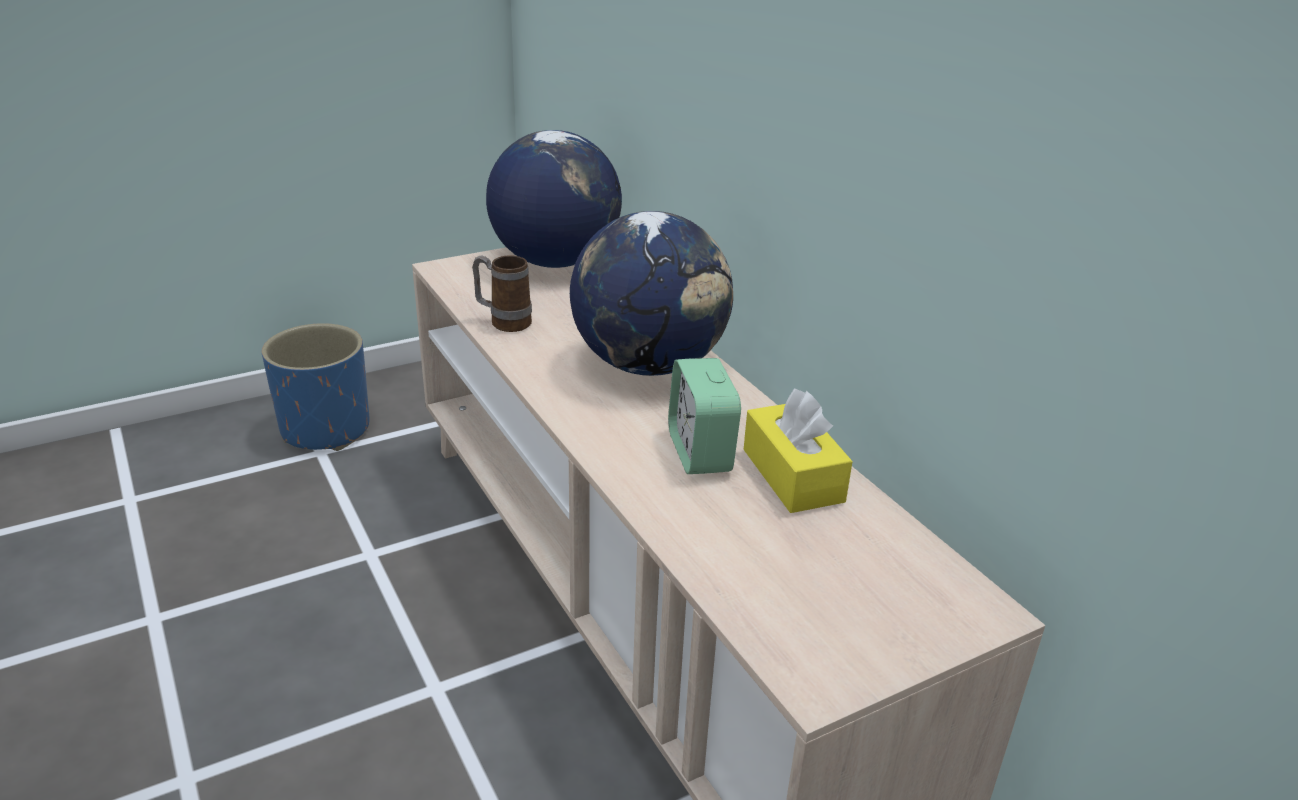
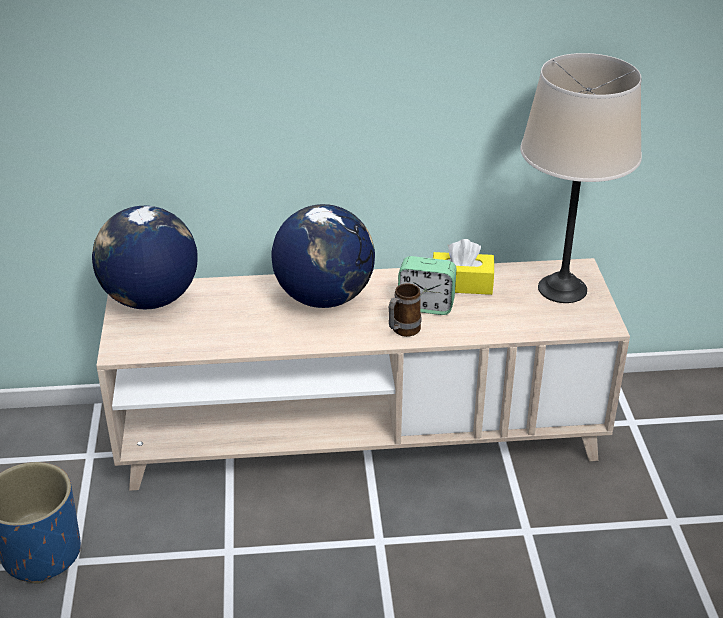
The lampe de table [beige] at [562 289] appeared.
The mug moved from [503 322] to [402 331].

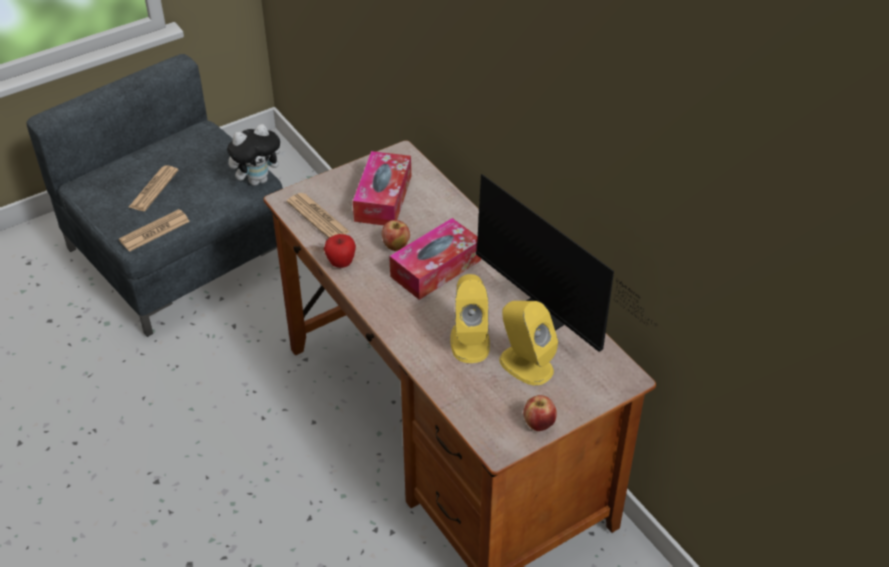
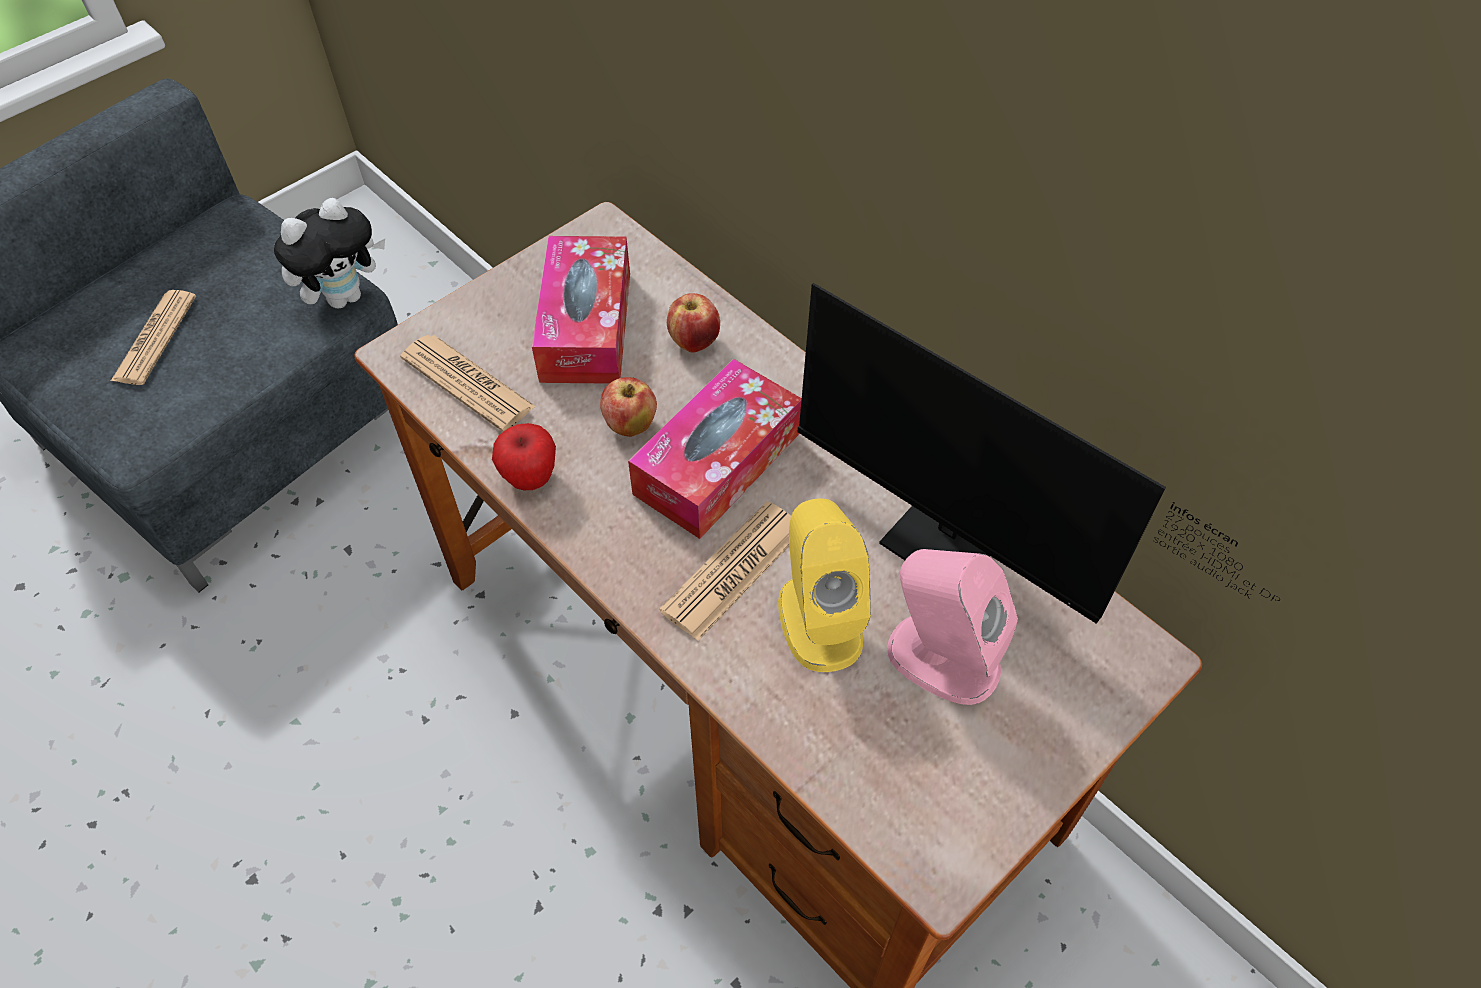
The journal moved from [154 231] to [733 570].
The pomme moved from [539 424] to [694 341].
The enceinte [jaune] at [525 364] became the enceinte [rose] at [942 657].

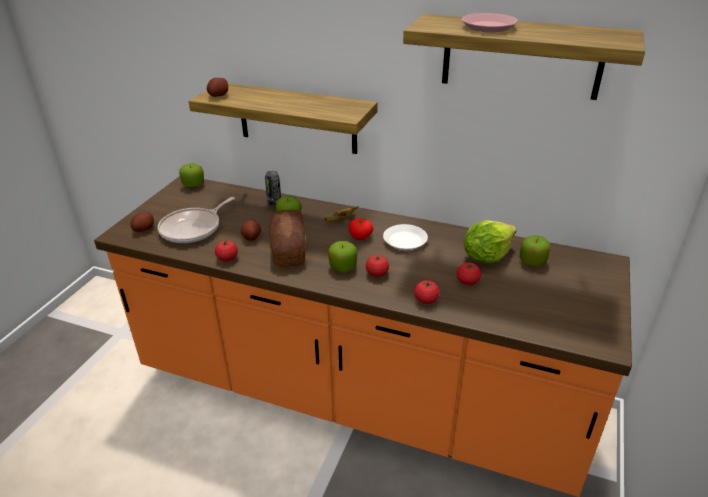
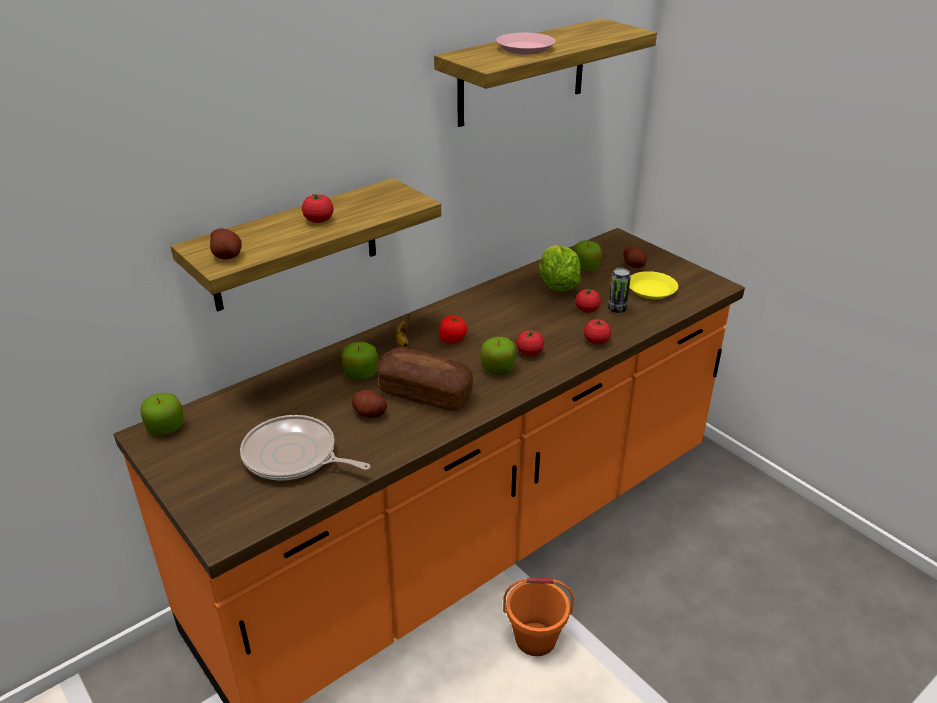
The assiette [blanc] at [405 241] disappeared.
The seau [orange] at [535 639] appeared.
The assiette [jaune] at [651 289] appeared.
The pomme de terre moved from [144 229] to [634 265].
The tomate moved from [227 258] to [319 220].
The boîte métallique moved from [274 203] to [617 309].
The poêle at [193 228] turned 135 degrees clockwise.

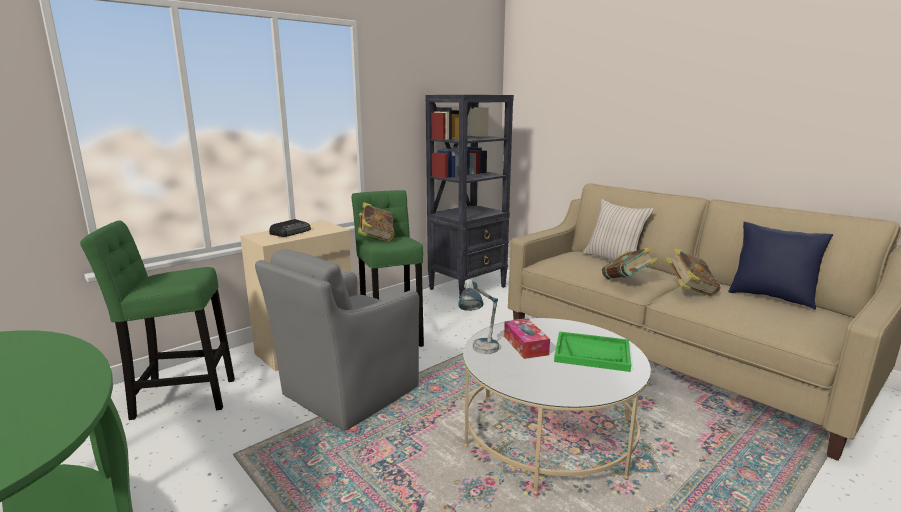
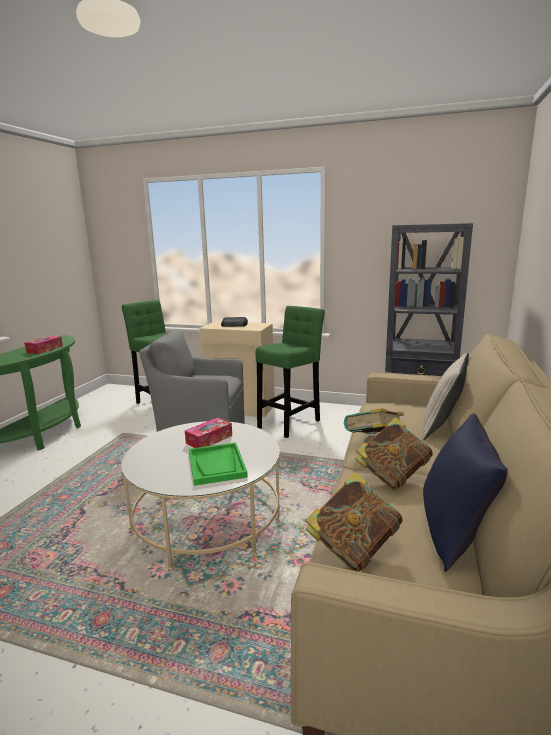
The lampe de table at [480 352] disappeared.
The boîte à mouchoirs at [45 349] appeared.
The livre moved from [376 238] to [353 548].

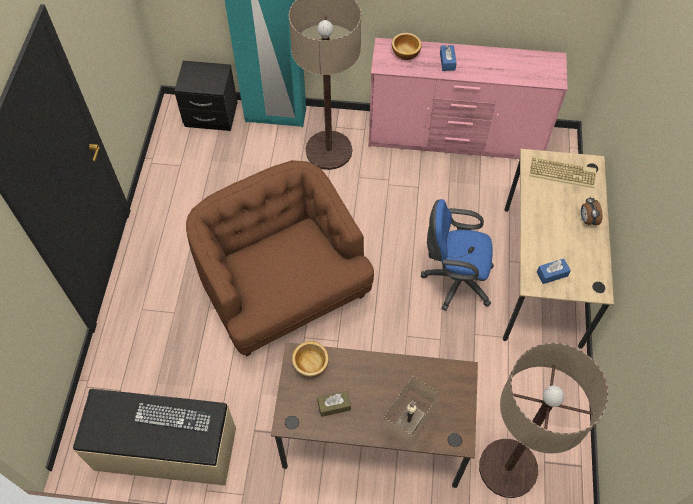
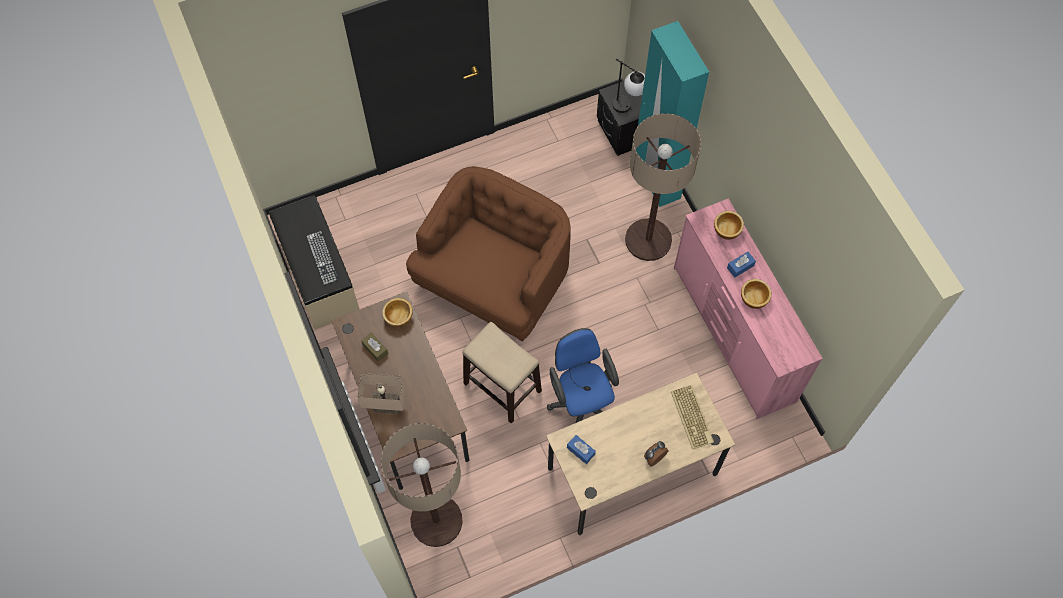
The tabouret at [503 387] appeared.
The lampe de table at [628 109] appeared.
The bol at [753 298] appeared.

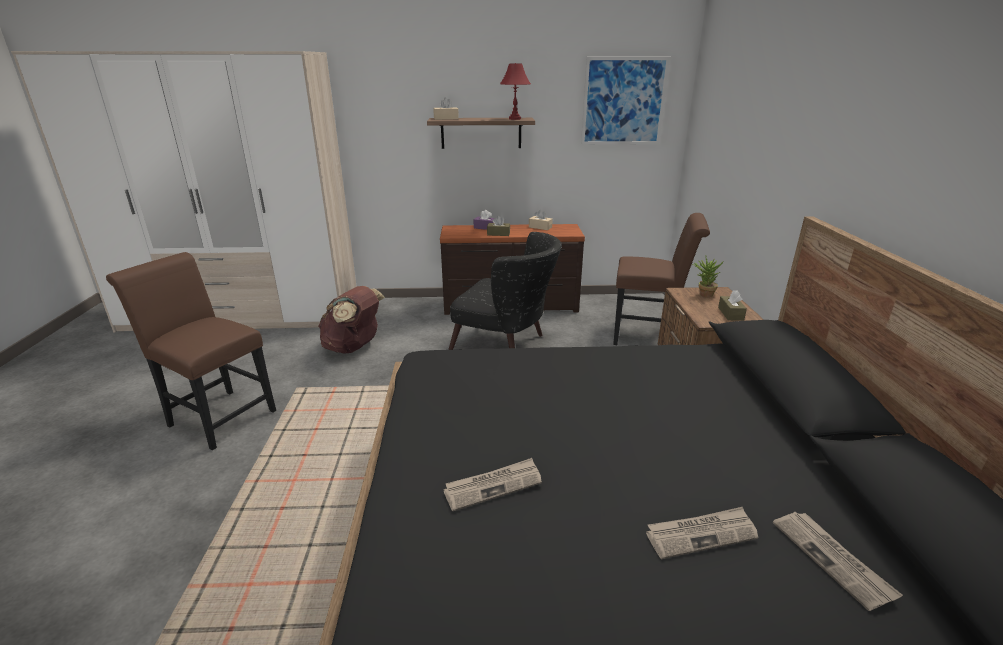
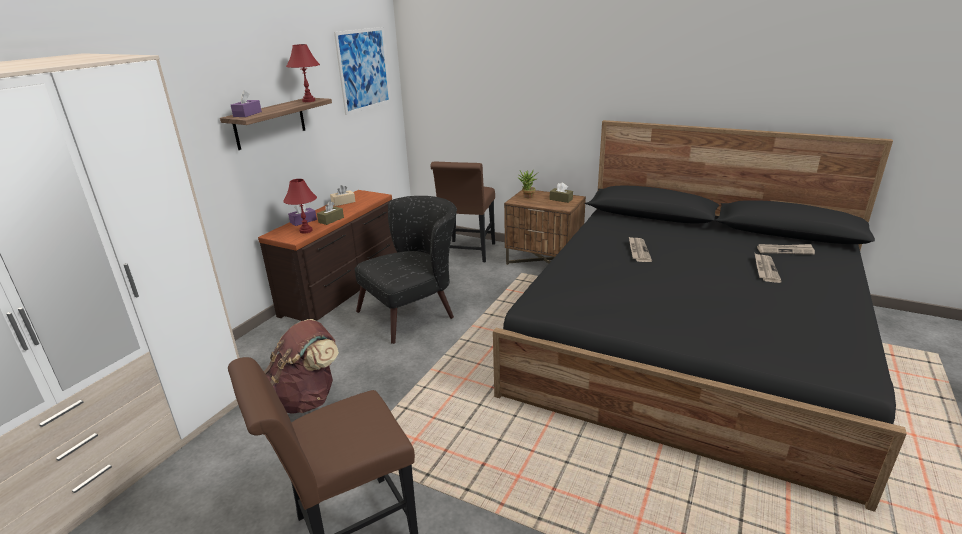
The lampe de table [rouge] at [306 230] appeared.
The journal moved from [493 486] to [638 251].
The boîte à mouchoirs [beige] at [446 118] became the boîte à mouchoirs [violet] at [247 114].
The chaise [marron] at [648 336] turned 150 degrees clockwise.

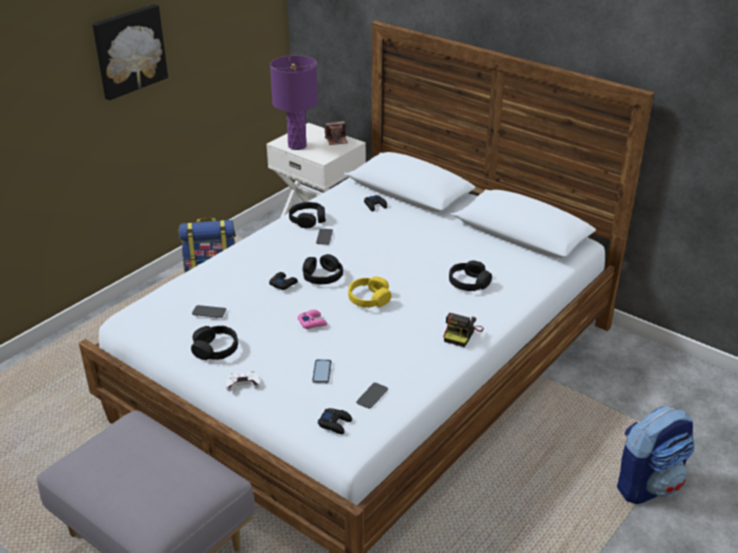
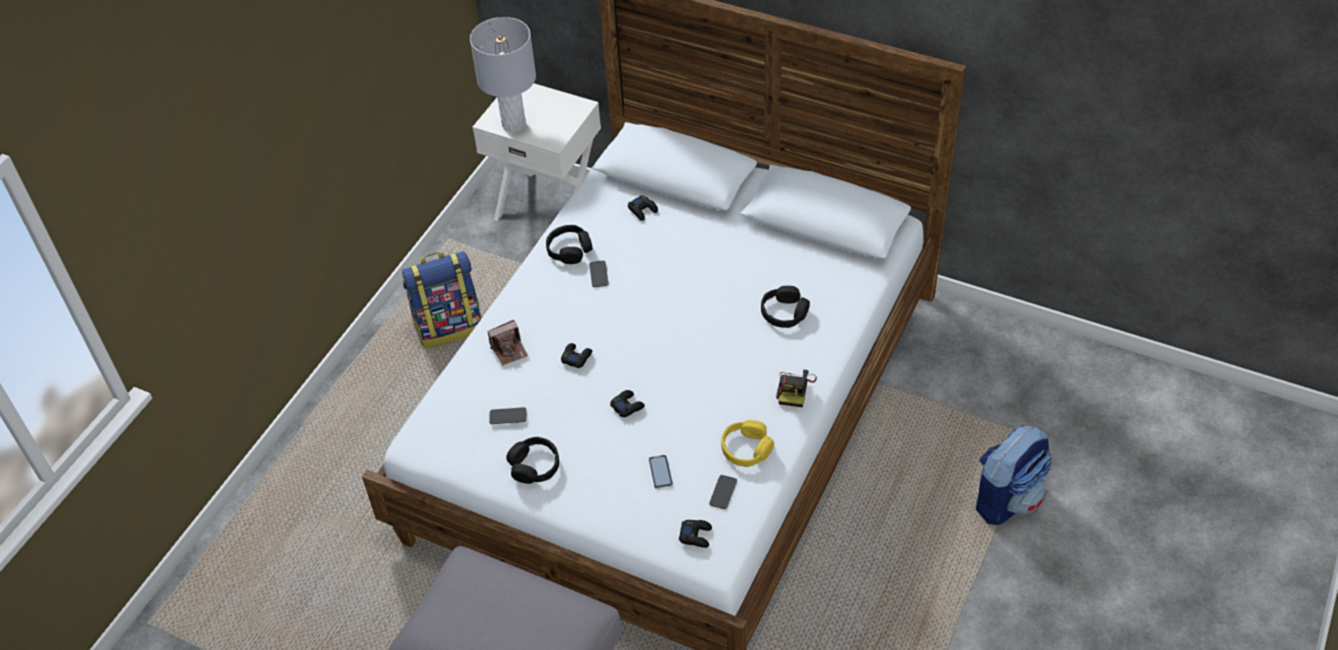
The tableau at [129 51] disappeared.
The manette [blanc] at [242 383] disappeared.
The casque audio [noir] at [322 276] disappeared.
The appareil photo moved from [336 140] to [509 350].
The casque audio [jaune] moved from [369 299] to [746 449].
The lampe de table [violet] at [297 146] became the lampe de table [gris] at [513 124].
The manette [rose] at [312 322] became the manette [noir] at [627 406].

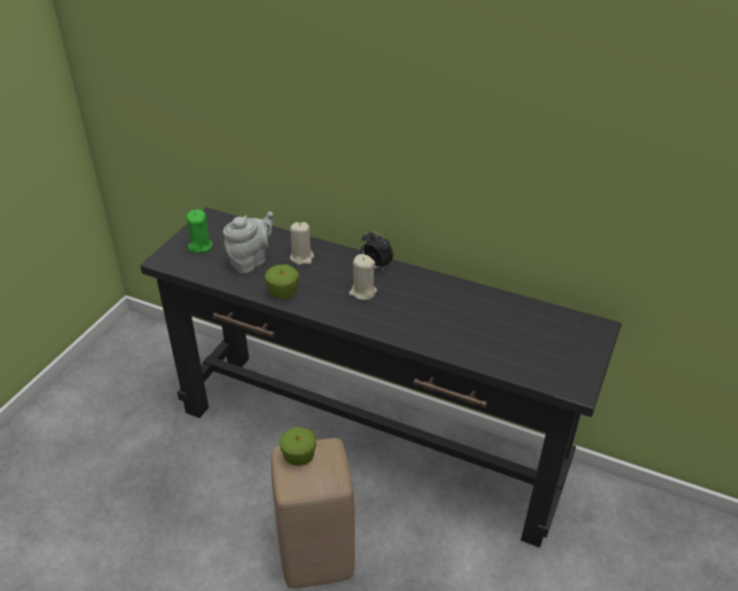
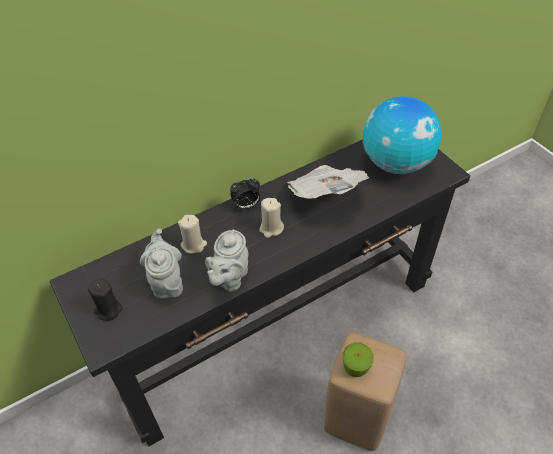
The journal at [325 195] appeared.
The globe at [396 164] appeared.
The pomme at [283 293] was replaced by the théière [gris] at [229 278].
The bougie [vert] at [200 246] became the bougie [noir] at [108 310].

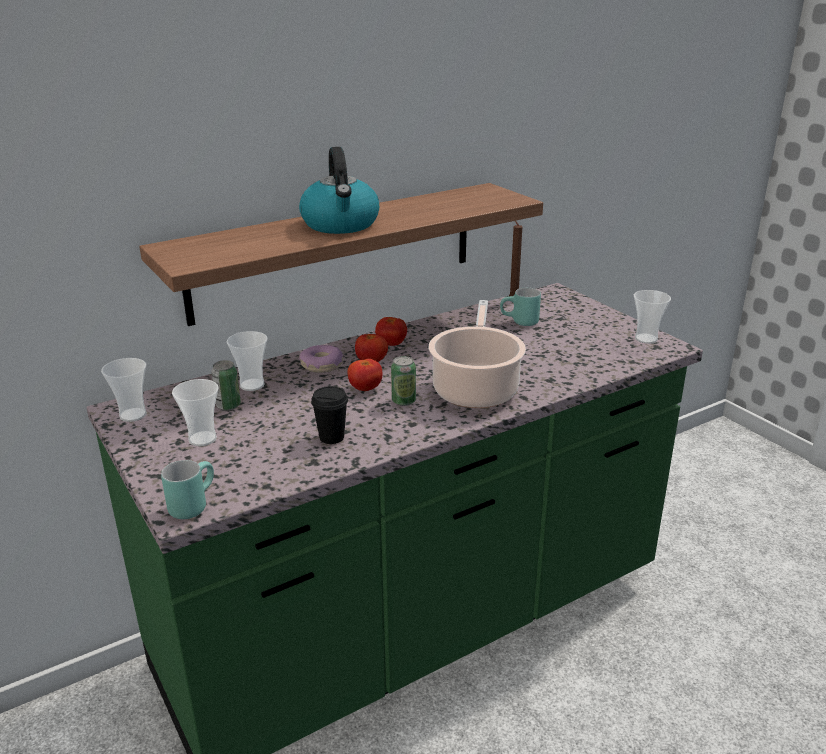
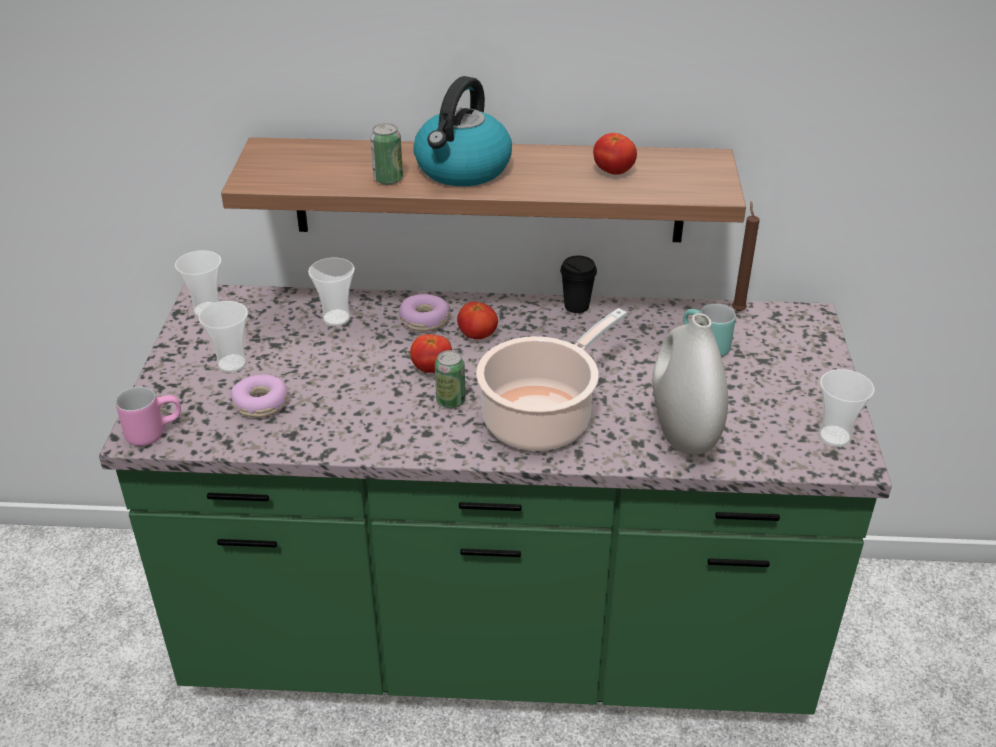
The beignet at [261 404] appeared.
The vase [blanc] at [683 433] appeared.
The boîte métallique moved from [228 406] to [388 179].
The tasse [noir] moved from [332 437] to [576 306].
The tomate moved from [391 344] to [613 171].
The mug [turquoise] at [192 504] became the mug [rose] at [154 431].

